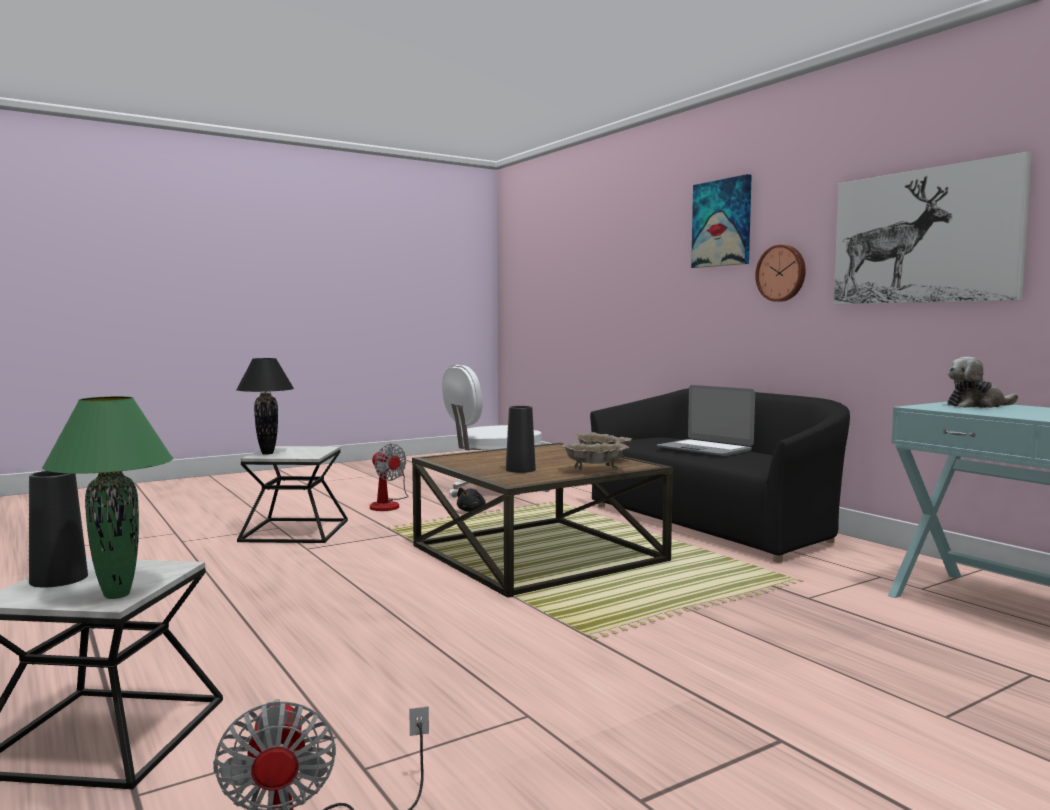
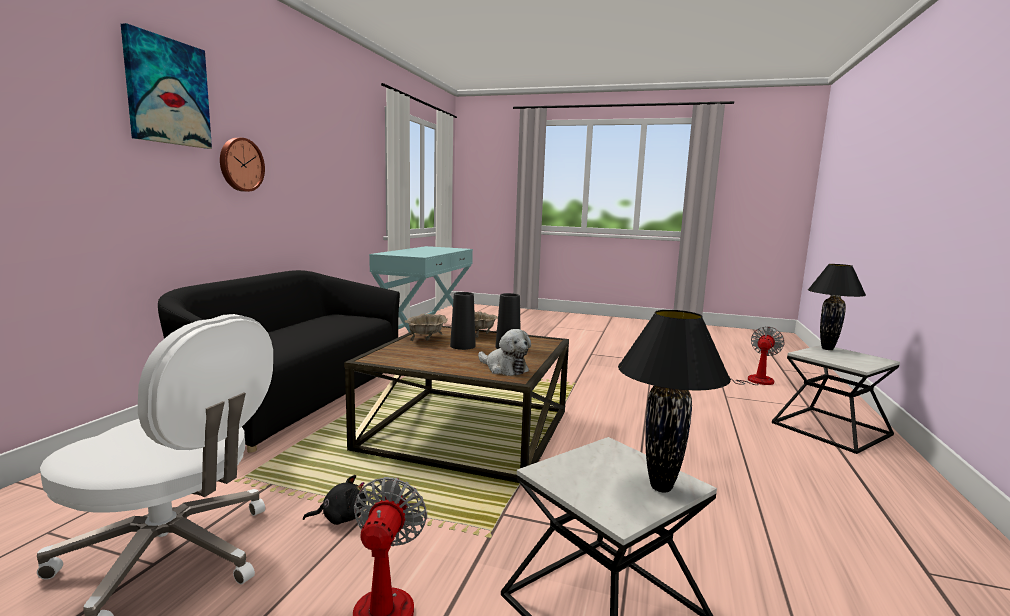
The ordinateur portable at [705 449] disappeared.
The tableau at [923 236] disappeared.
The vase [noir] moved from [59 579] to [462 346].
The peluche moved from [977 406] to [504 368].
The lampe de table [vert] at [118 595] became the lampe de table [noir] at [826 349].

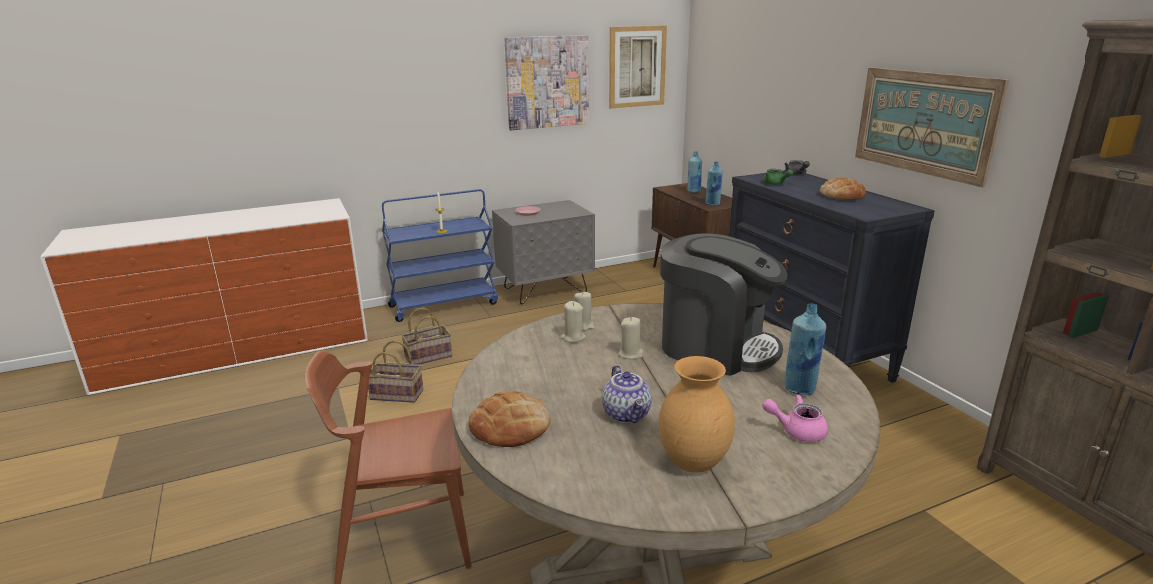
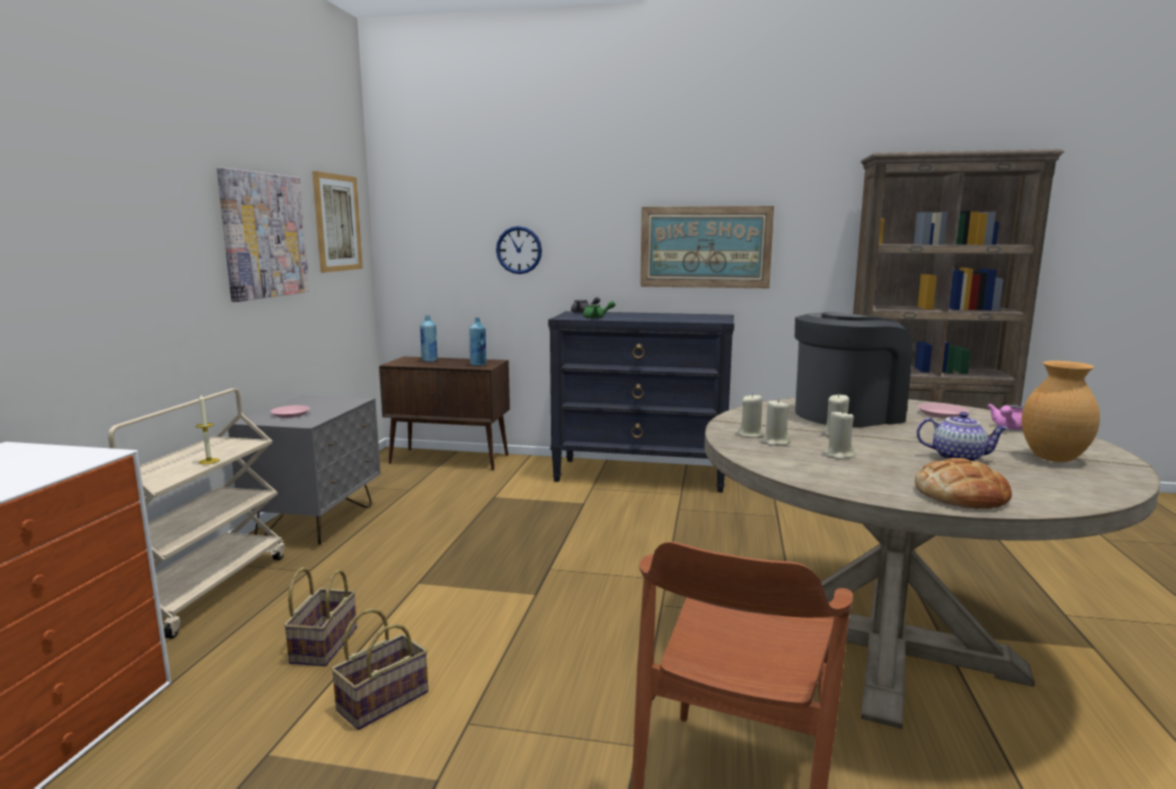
The pain at [842 195] disappeared.
The horloge murale at [519 250] appeared.
The bougie [beige] at [839 455] appeared.
The bouteille [bleu] at [800 389] was replaced by the assiette [rose] at [942 414].
The chariot [bleu] at [444 304] became the chariot [beige] at [203 589].

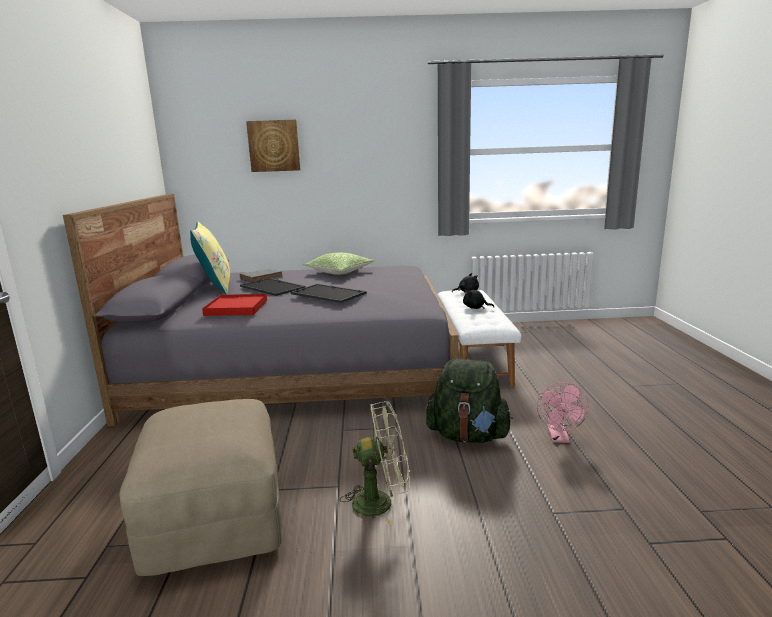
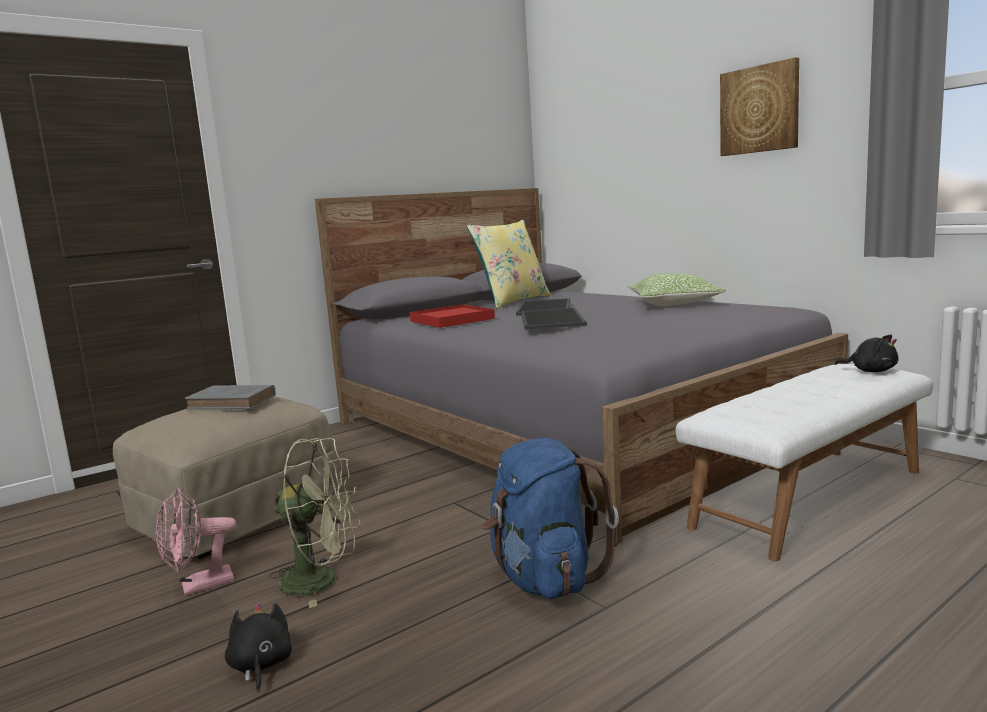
The livre [gris] moved from [262 278] to [234 402].
The tableau moved from [274 146] to [759 109].
The peluche [noir] moved from [475 308] to [260 666].
The ventilateur [rose] moved from [559 438] to [199 586].
The sac à dos [vert] at [468 436] became the sac à dos [bleu] at [545 578].
The ventilateur [vert] at [381 502] turned 45 degrees counterclockwise.

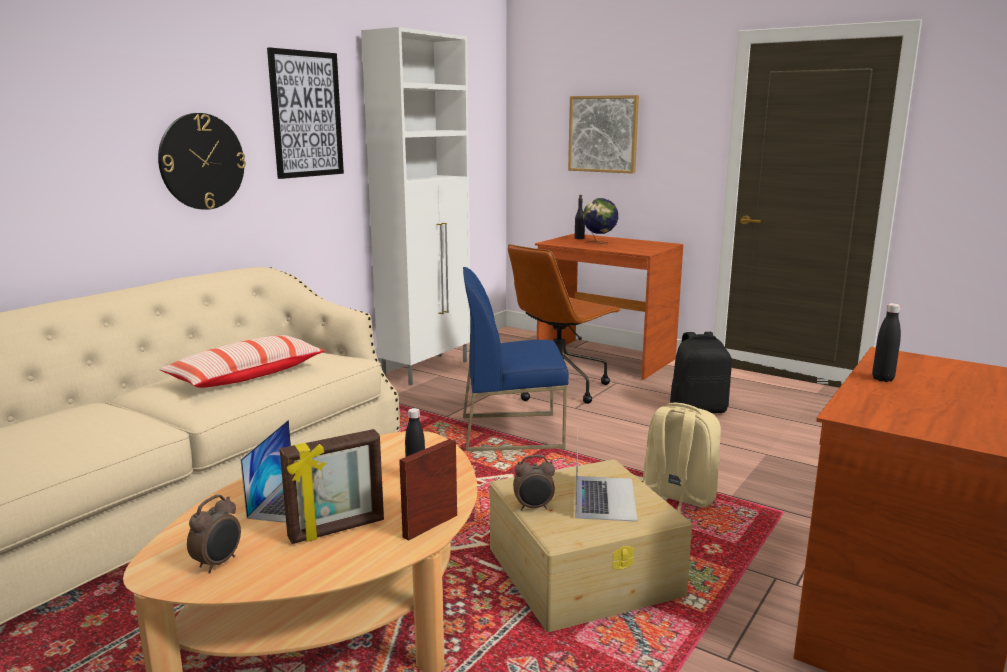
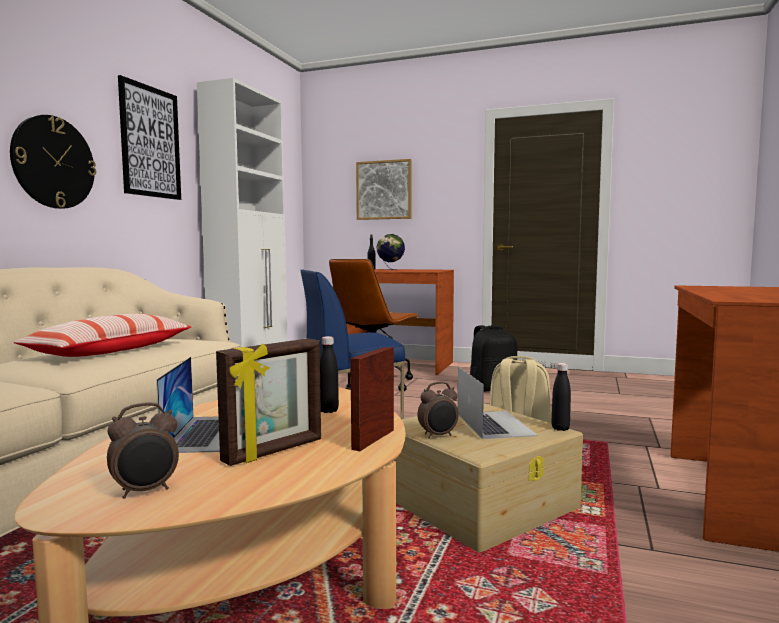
The bouteille [noir] moved from [882 379] to [560 428].
The réveil at [218 563] turned 45 degrees clockwise.

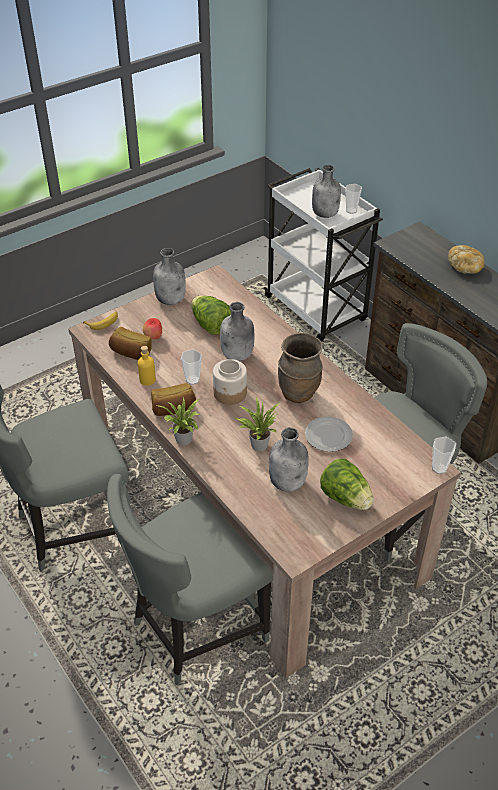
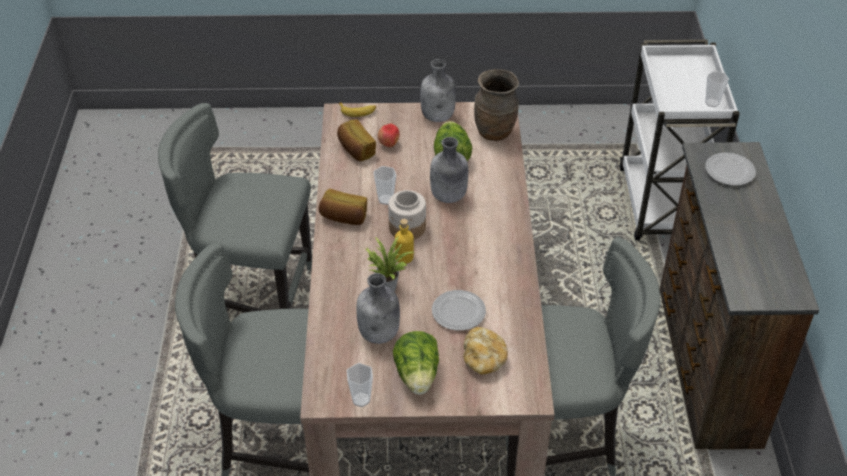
The plante en pot at [183 441] disappeared.
The bouteille [gris] at [325 214] disappeared.
The assiette at [730 171] appeared.
The bouteille [jaune] moved from [147 380] to [404 257].
The vase [marron] moved from [299 393] to [495 133].
The tasse moved from [439 468] to [361 400].
The pain moved from [465 267] to [484 359].

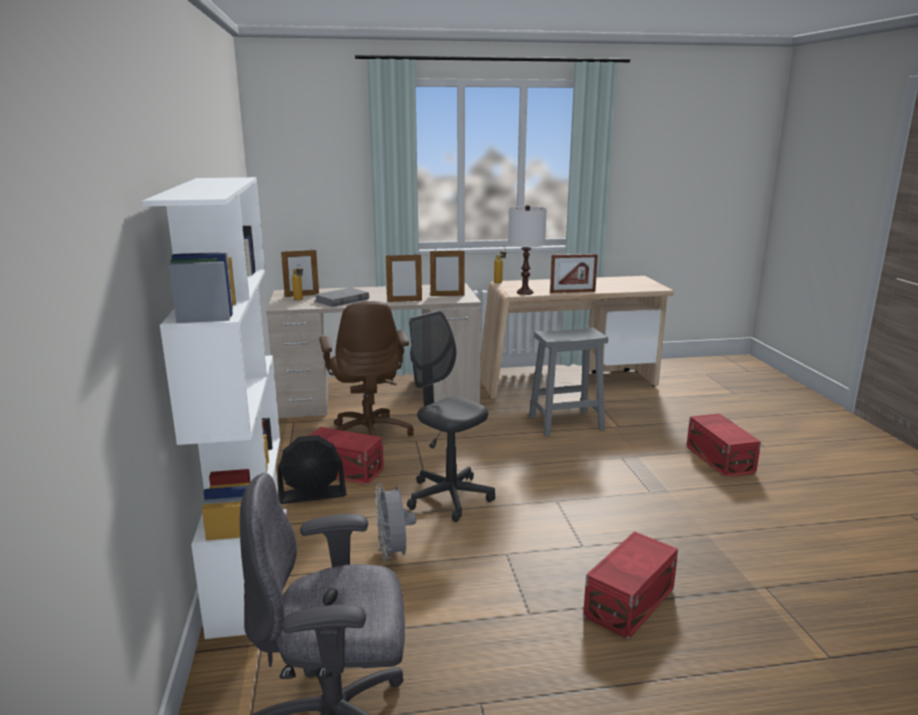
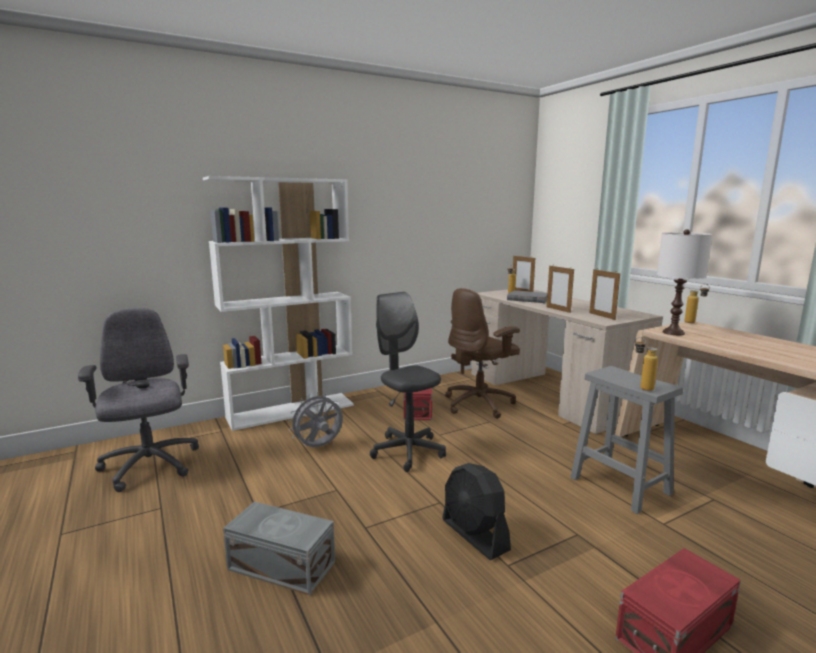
The cadre photo at [572 292] disappeared.
The bouteille at [641 387] appeared.
The ventilateur [noir] moved from [312 495] to [474 535].
The boîte de rangement [rouge] at [627 602] became the boîte de rangement [gris] at [281 564].
The chaise de bureau [gris] at [449 497] turned 60 degrees counterclockwise.

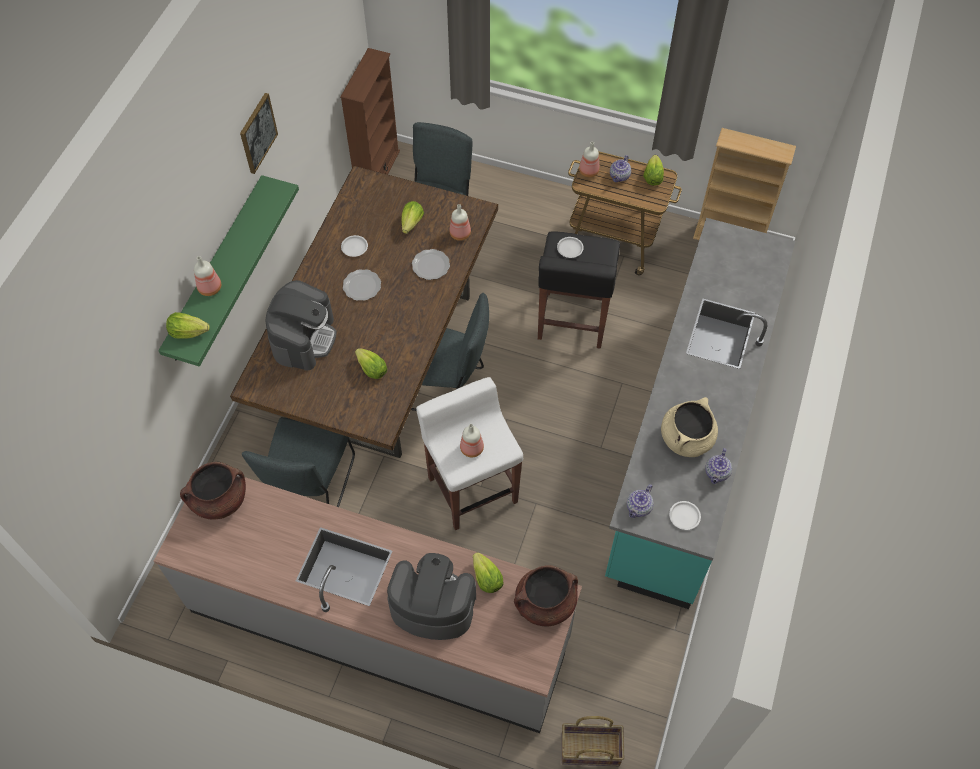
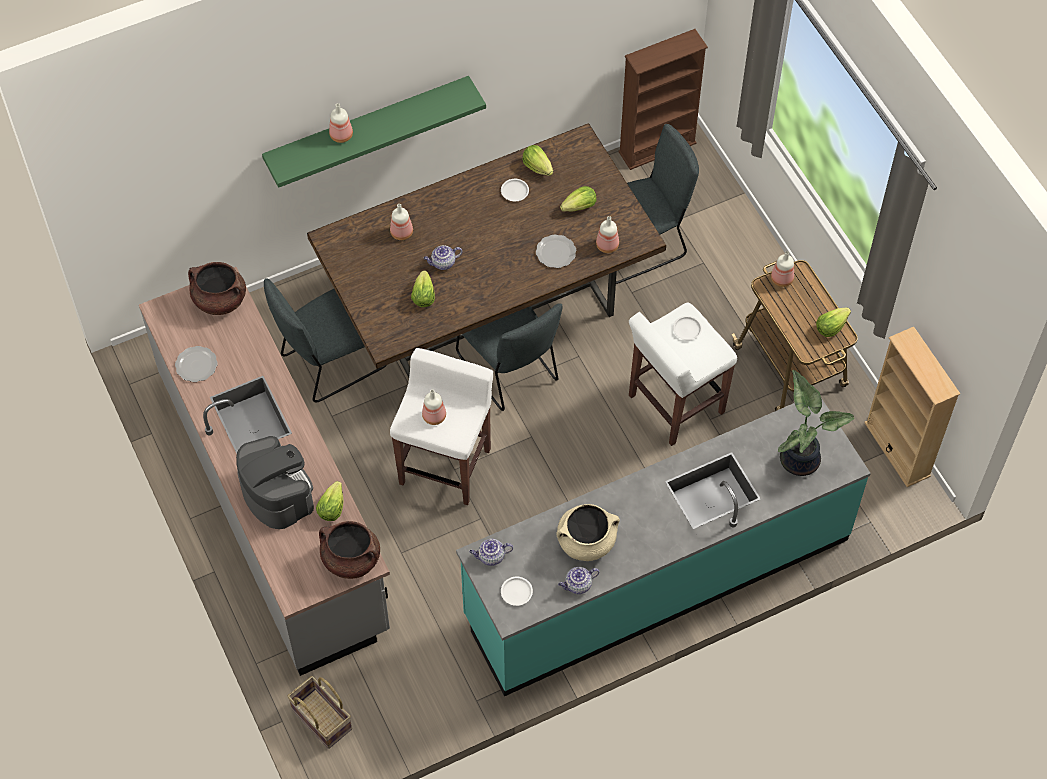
The tableau at [257 133] disappeared.
The plante en pot at [800 458] appeared.
The laitue moved from [188 332] to [537 167].
The assiette moved from [361 286] to [196 365].
The théière moved from [619 176] to [443 263].
The machine à café at [304 338] was replaced by the bouteille at [402 232].
The tabouret [noir] at [572 321] became the tabouret [blanc] at [674 405].

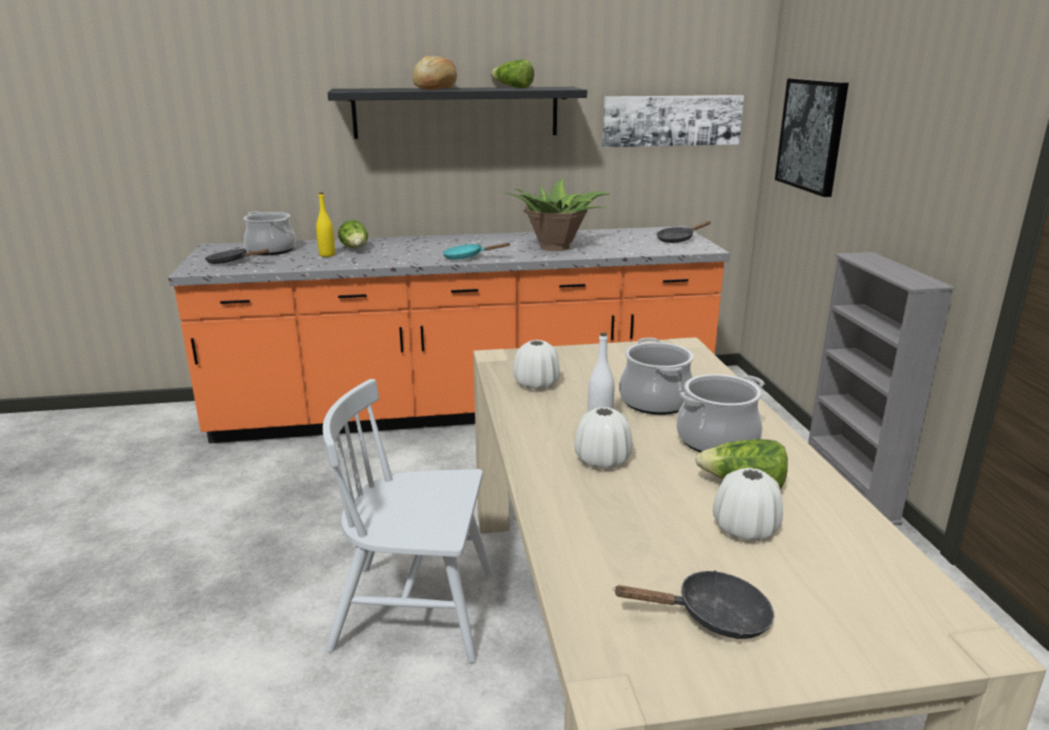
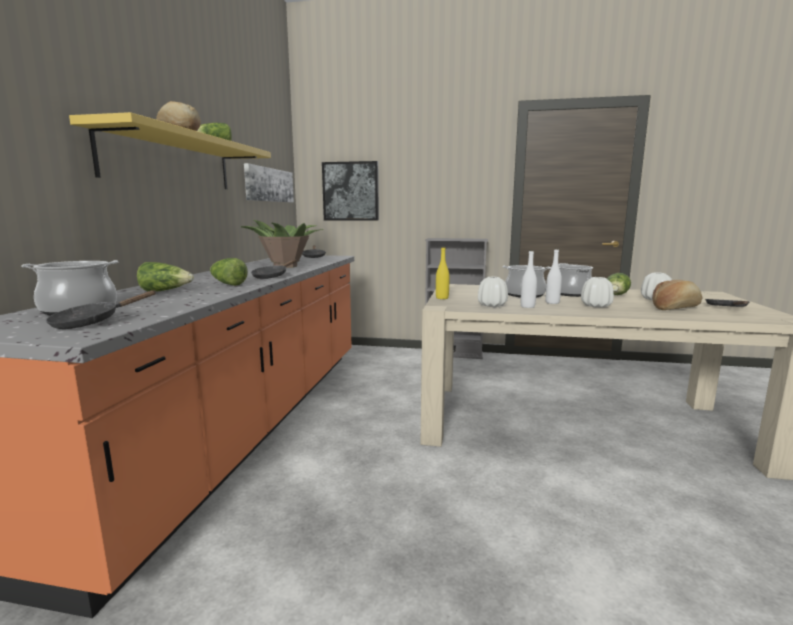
The chaise [blanc] at [416 610] disappeared.
The laitue at [227 284] appeared.
The bouteille [blanc] at [527 306] appeared.
The pain at [675 308] appeared.
The bouteille [jaune] moved from [327 255] to [442 298].
The étagère [noir] at [456 112] became the étagère [jaune] at [171 161].
The poêle [turquoise] at [467 257] became the poêle [noir] at [272 276].

